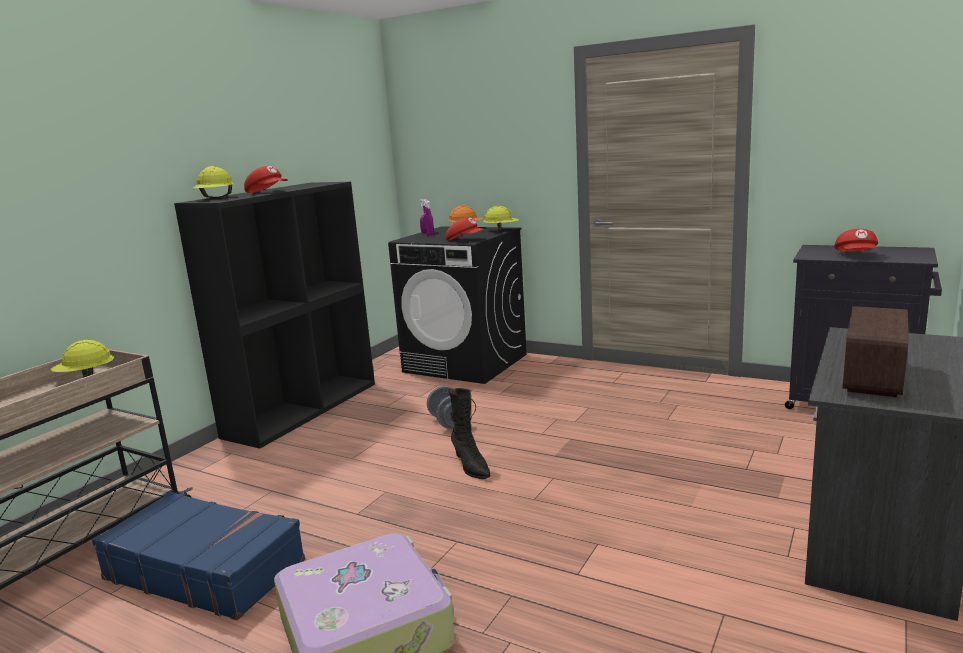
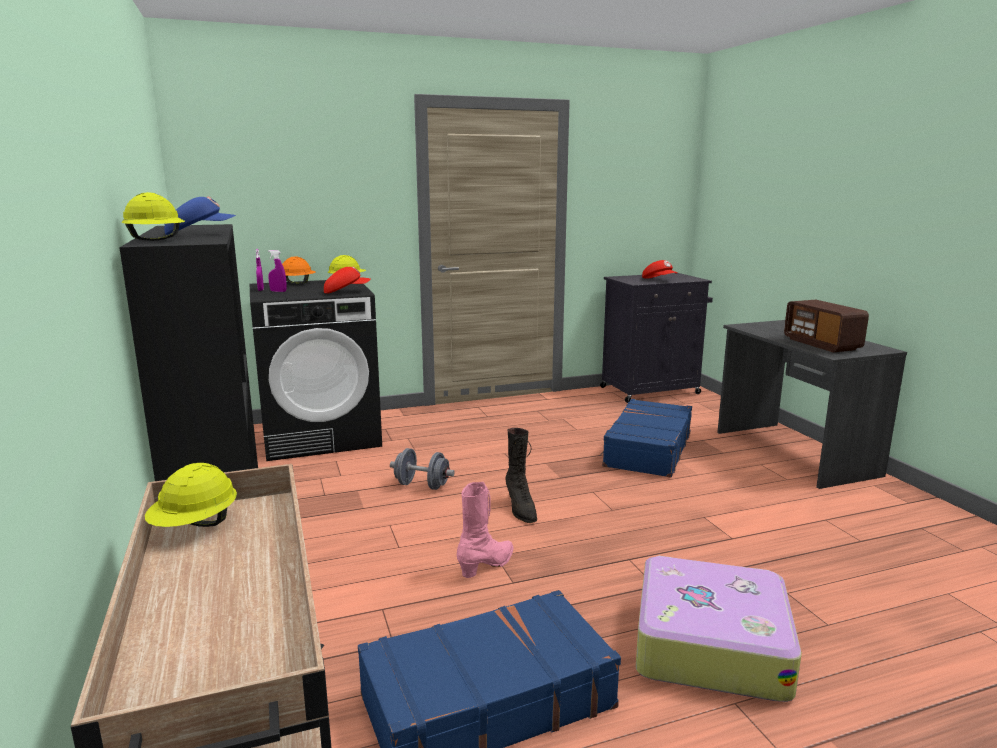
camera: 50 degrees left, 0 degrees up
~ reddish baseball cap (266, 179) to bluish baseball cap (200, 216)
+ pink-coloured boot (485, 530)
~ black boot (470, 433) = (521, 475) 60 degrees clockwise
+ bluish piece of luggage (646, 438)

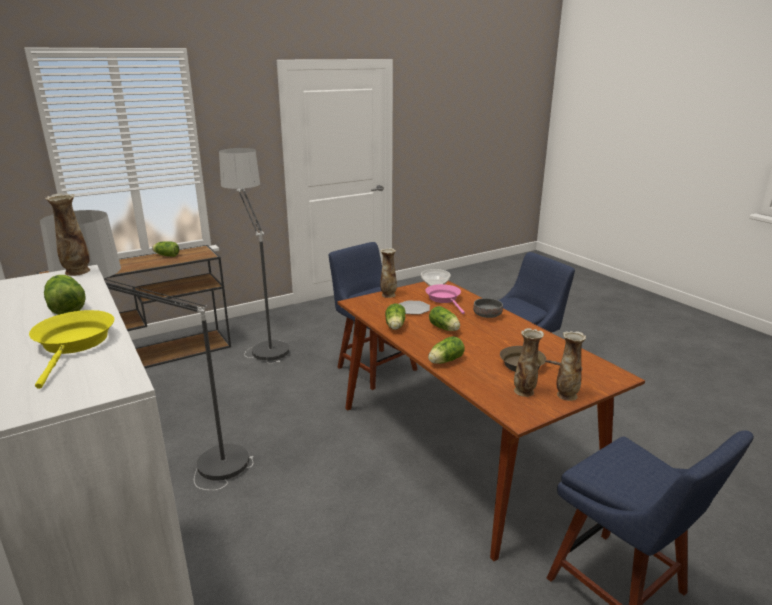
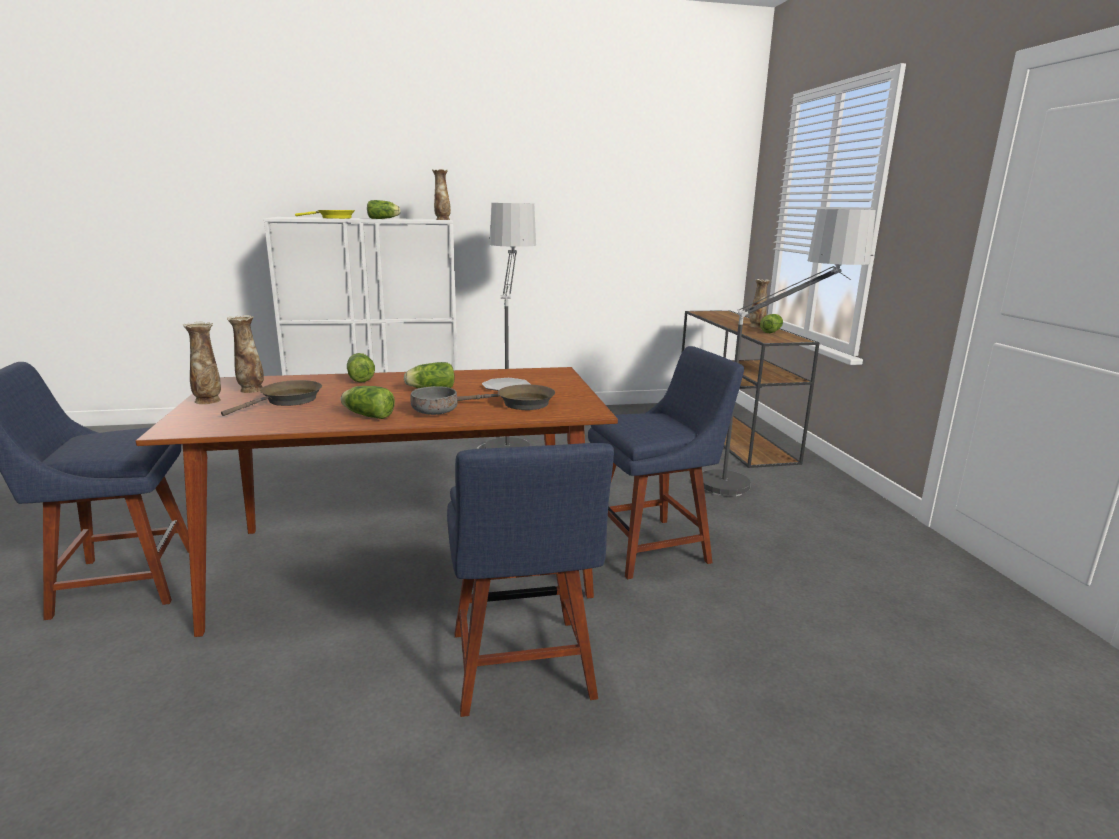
camera: 110 degrees right, 5 degrees down
~ head of lettuce (395, 317) to (367, 402)
~ pink-coloured skillet (445, 299) to brownish skillet (506, 397)
~ decorative vase (388, 273) to (759, 303)
- bowl (435, 277)

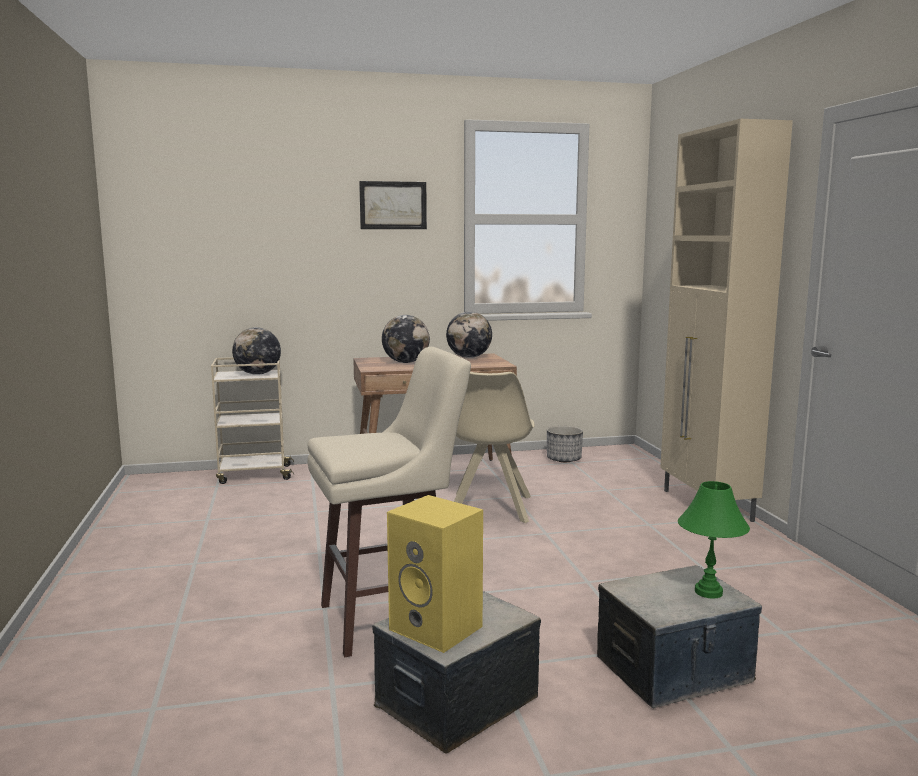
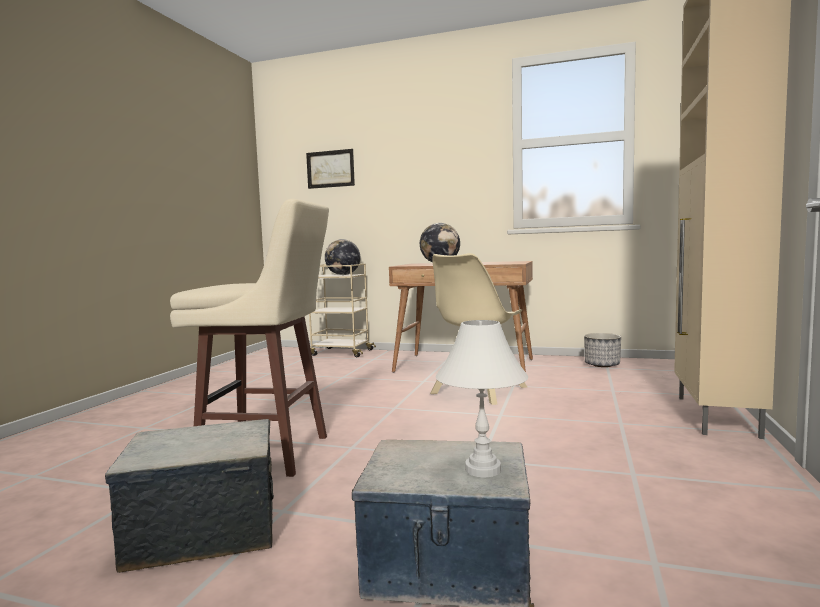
camera: 30 degrees right, 5 degrees down
~ picture (393, 205) to (330, 169)
~ green-coloured lamp for a table (714, 540) to white lamp for a table (482, 398)
- yellowish audio speaker (435, 574)
- desk globe (469, 335)

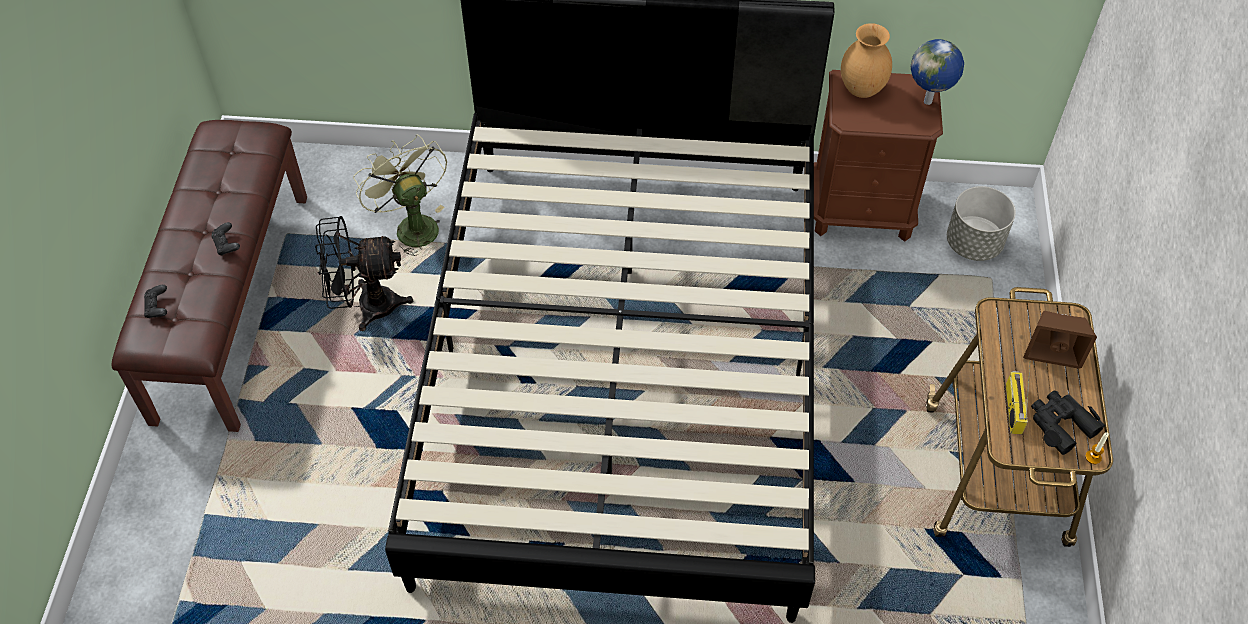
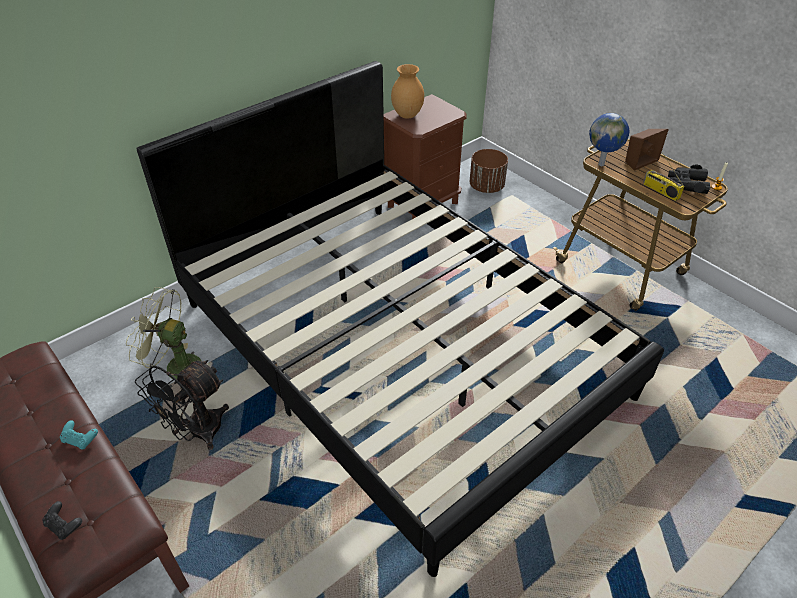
camera: 45 degrees left, 10 degrees down
~ black game controller (226, 239) to turquoise-coloured game controller (79, 434)
~ grey flower pot (981, 223) to brownish flower pot (489, 171)
~ desk globe (937, 72) to (609, 139)

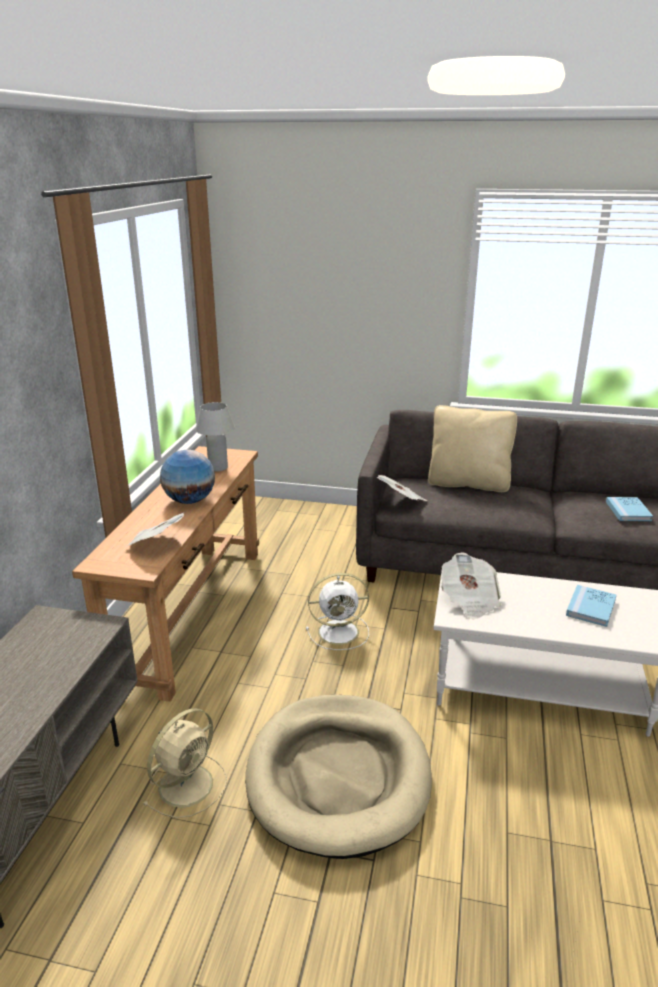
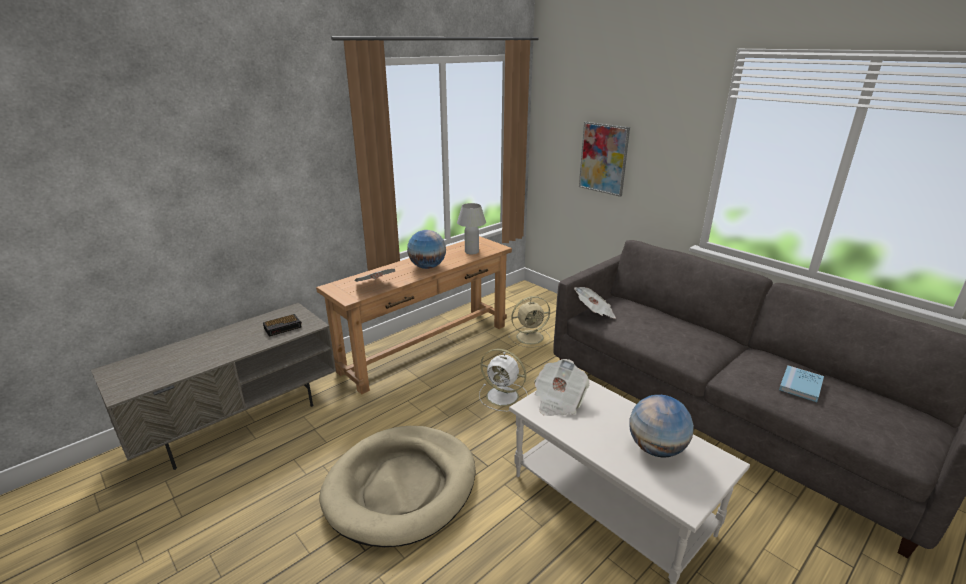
camera: 35 degrees right, 0 degrees up
+ table clock (282, 325)
~ beige electric fan (185, 763) to (529, 321)
+ picture (604, 159)
~ bluish volume (591, 606) to desk globe (661, 426)
- beige pillow (472, 448)

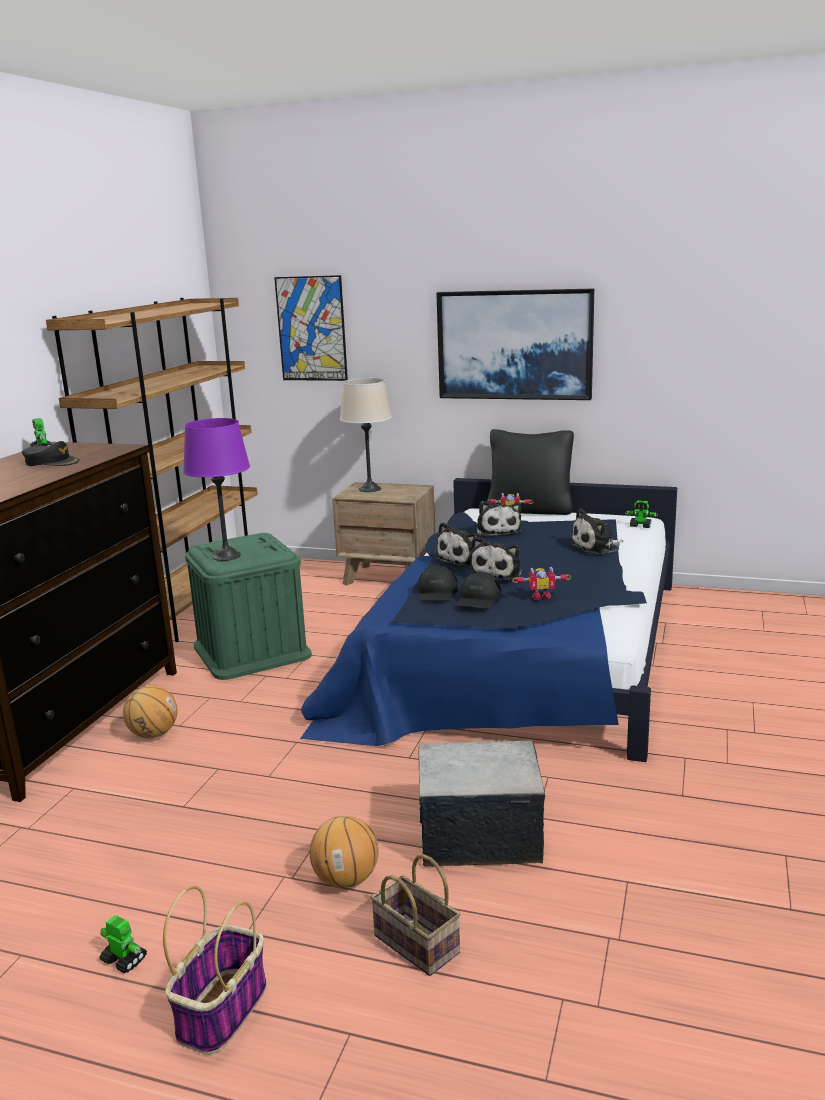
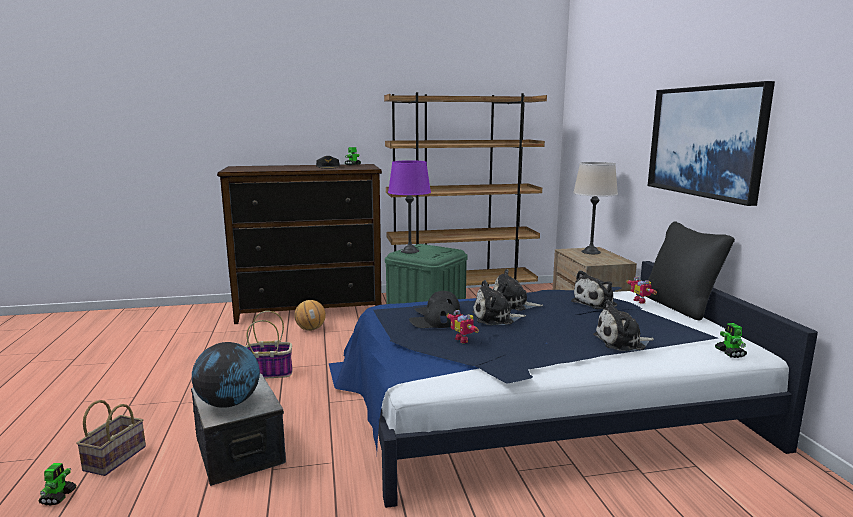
camera: 60 degrees right, 5 degrees down
~ toy robot (123, 944) to (57, 484)
+ desk globe (226, 375)
~ storage basket (215, 970) to (269, 345)
~ soft toy (596, 531) = (623, 325) 45 degrees counterclockwise
- picture (311, 328)
- basketball (344, 852)

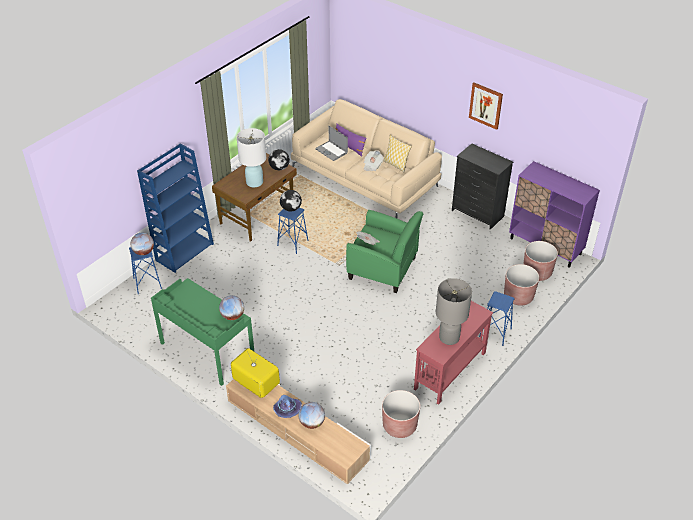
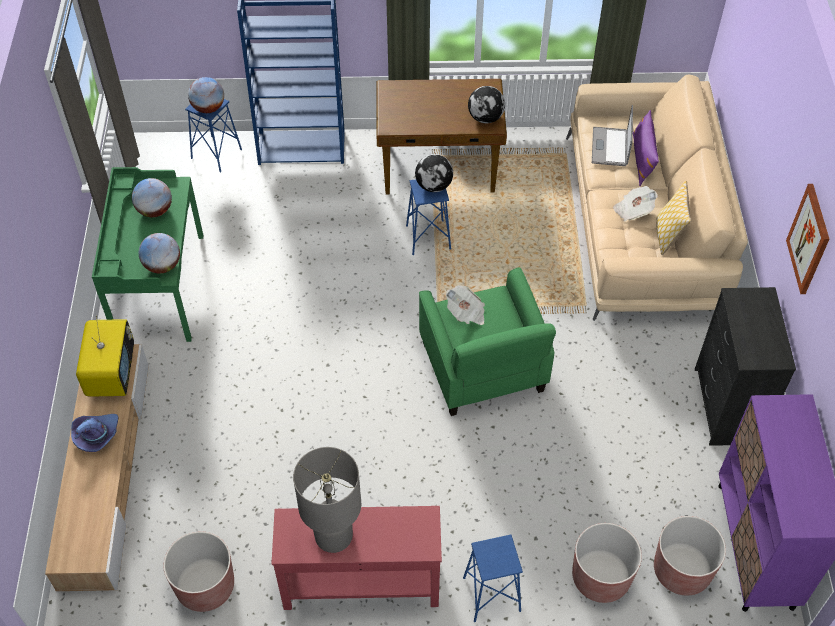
camera: 50 degrees right, 10 degrees up
~ desk globe (311, 415) to (152, 197)
- white lamp for a table (251, 157)

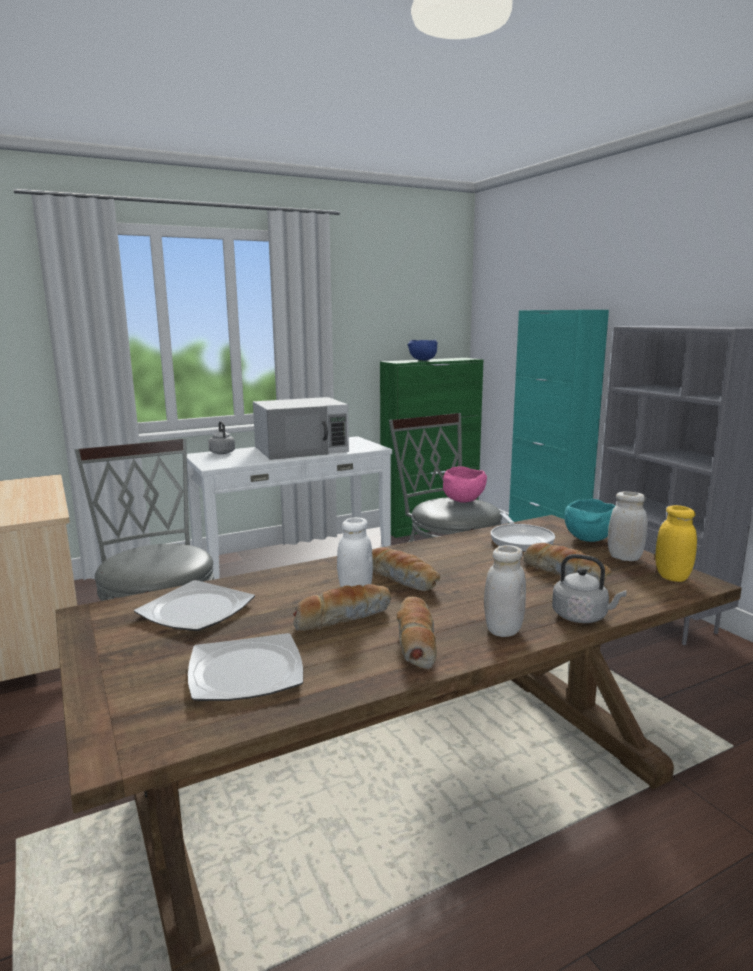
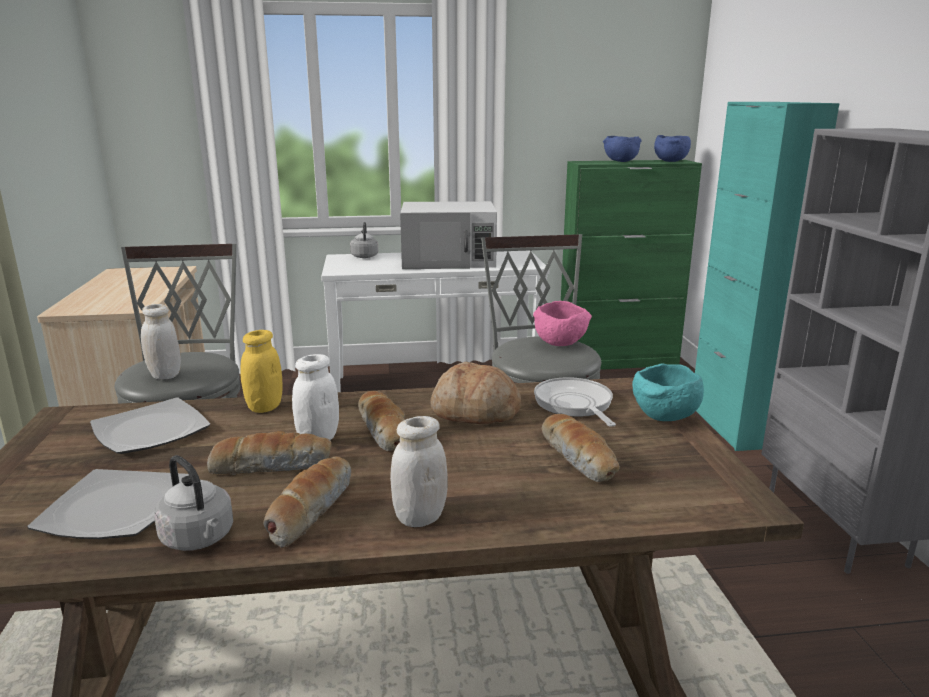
camera: 20 degrees right, 5 degrees up
~ white storage jar (628, 526) to (161, 342)
~ grey kettle (589, 588) to (193, 503)
~ yellowish storage jar (676, 543) to (261, 371)
+ bakery bread (476, 392)
~ skillet (523, 532) = (575, 402) 150 degrees clockwise
+ bluish bowl (672, 148)

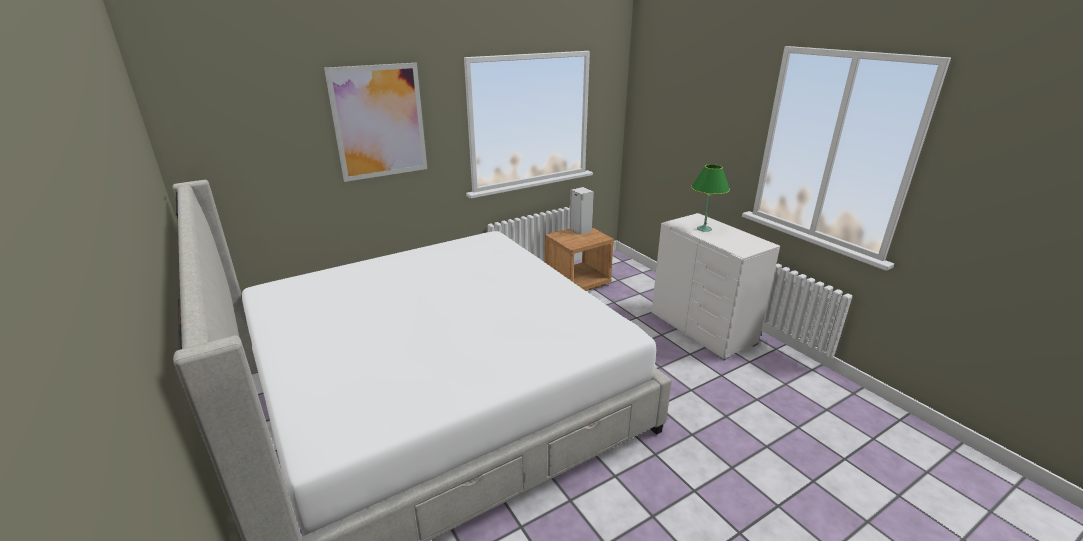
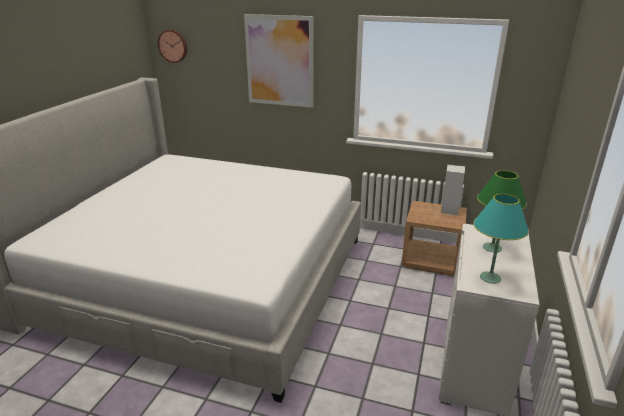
camera: 50 degrees right, 0 degrees up
+ hanging clock (172, 46)
+ turquoise-coloured lamp for a table (501, 239)

